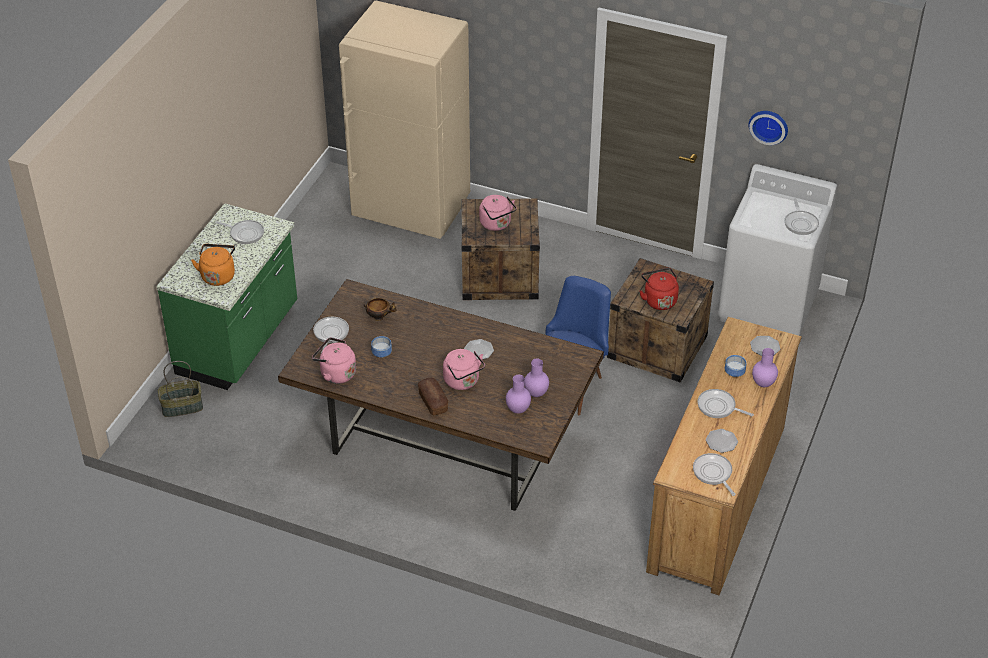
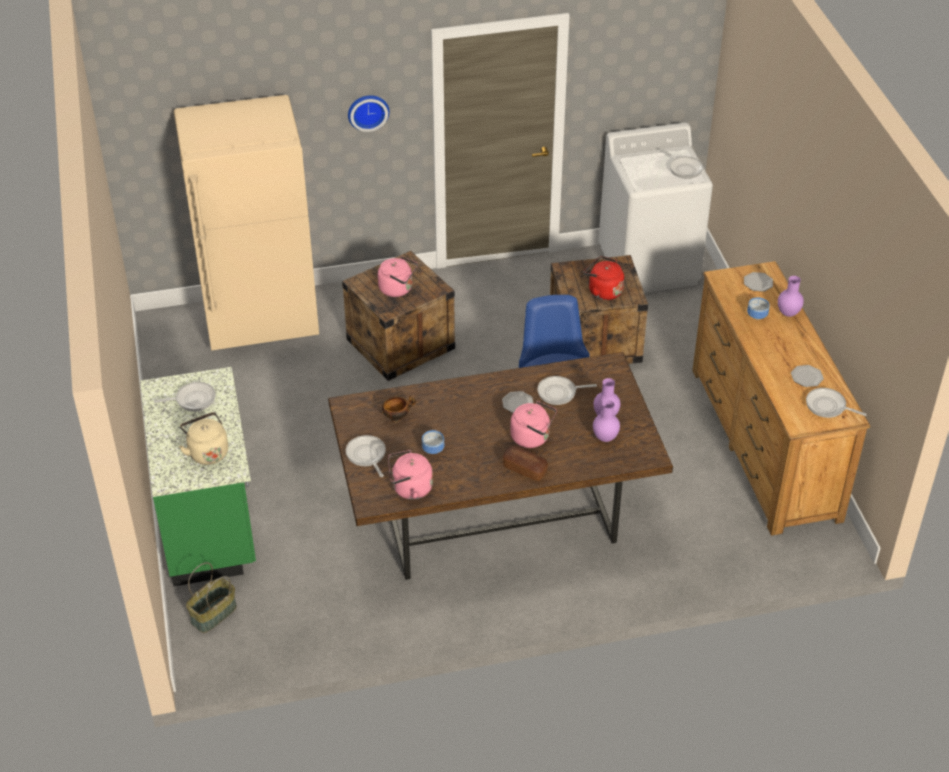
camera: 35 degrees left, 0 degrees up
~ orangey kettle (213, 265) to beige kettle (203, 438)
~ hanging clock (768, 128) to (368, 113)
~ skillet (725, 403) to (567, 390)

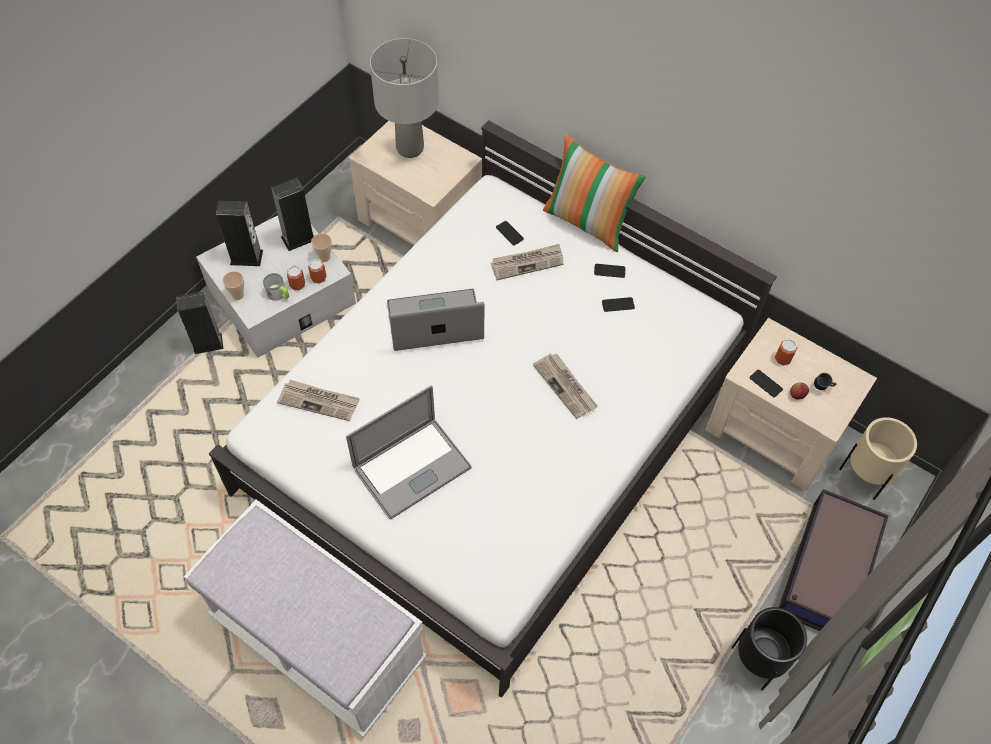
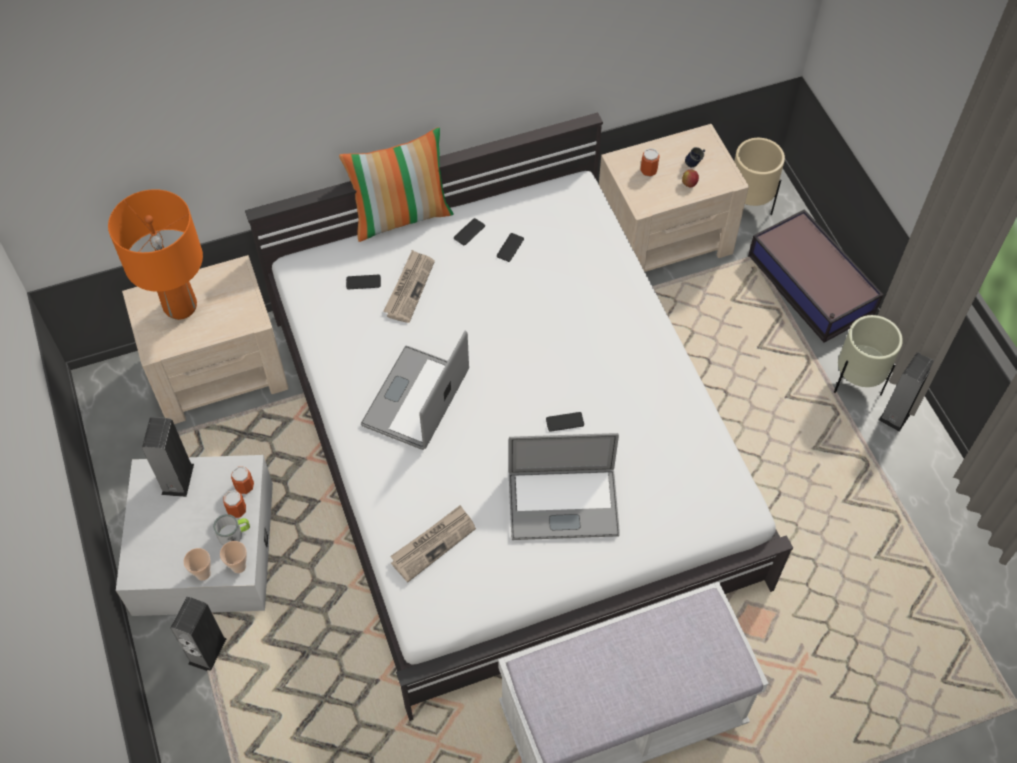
camera: 55 degrees left, 0 degrees up
~ grey lamp for a table (404, 98) to orangey lamp for a table (155, 254)
~ cup (321, 247) to (233, 557)
~ laptop (409, 453) = (564, 486) 90 degrees clockwise
~ telephone (766, 383) to (565, 422)
~ black flower pot (769, 649) to beige flower pot (868, 355)
~ audio speaker (239, 233) to (906, 391)
- newspaper (565, 386)

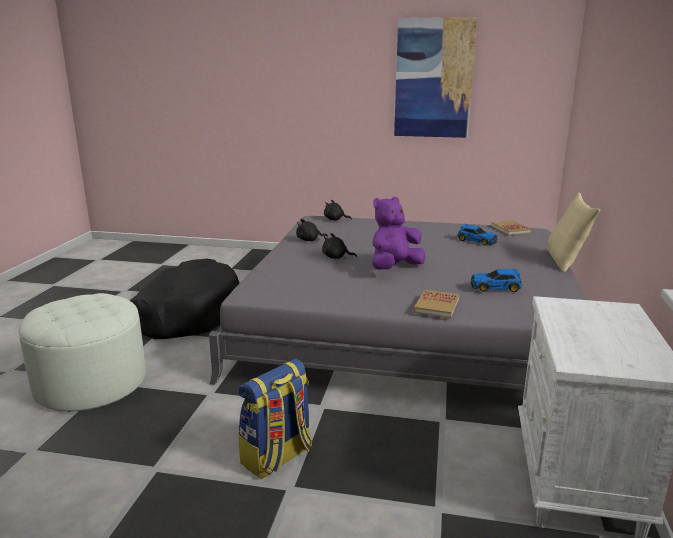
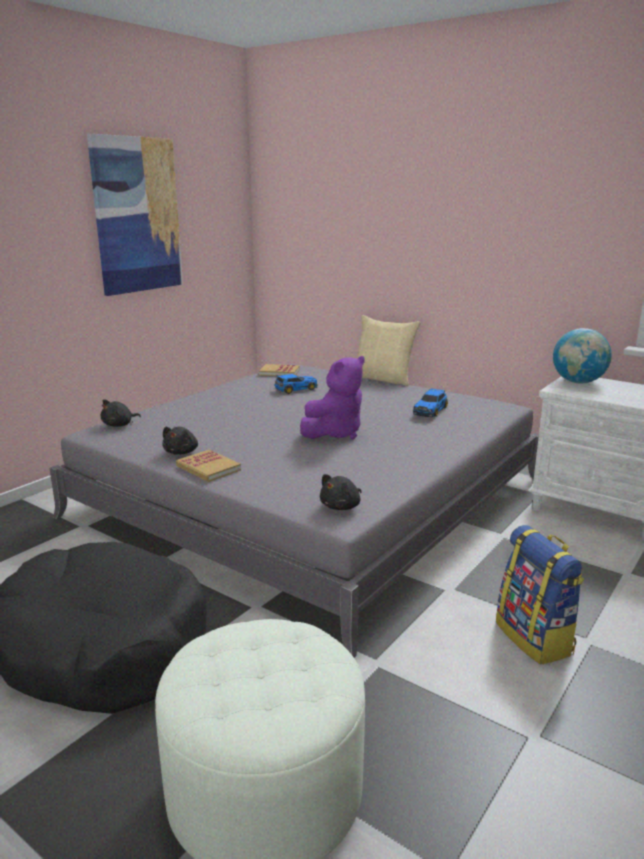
camera: 65 degrees left, 0 degrees up
~ volume (436, 304) to (208, 466)
~ purple soft toy (398, 233) = (332, 397) 120 degrees counterclockwise
~ black soft toy (339, 246) to (341, 492)
+ desk globe (582, 355)

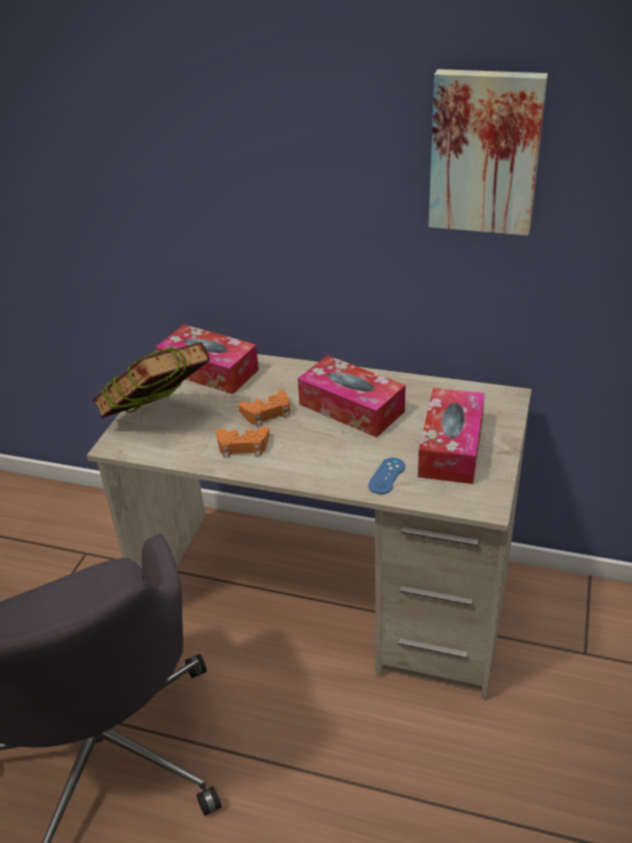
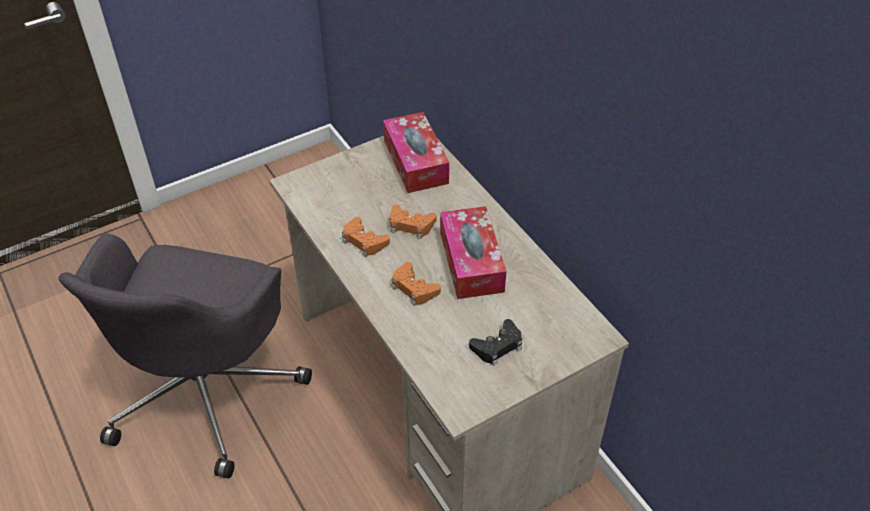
camera: 40 degrees right, 10 degrees up
+ orangey game controller (416, 284)
~ box of tissues (451, 436) to black game controller (495, 342)
- volume (151, 380)
- bluish game controller (386, 476)
- picture (488, 152)

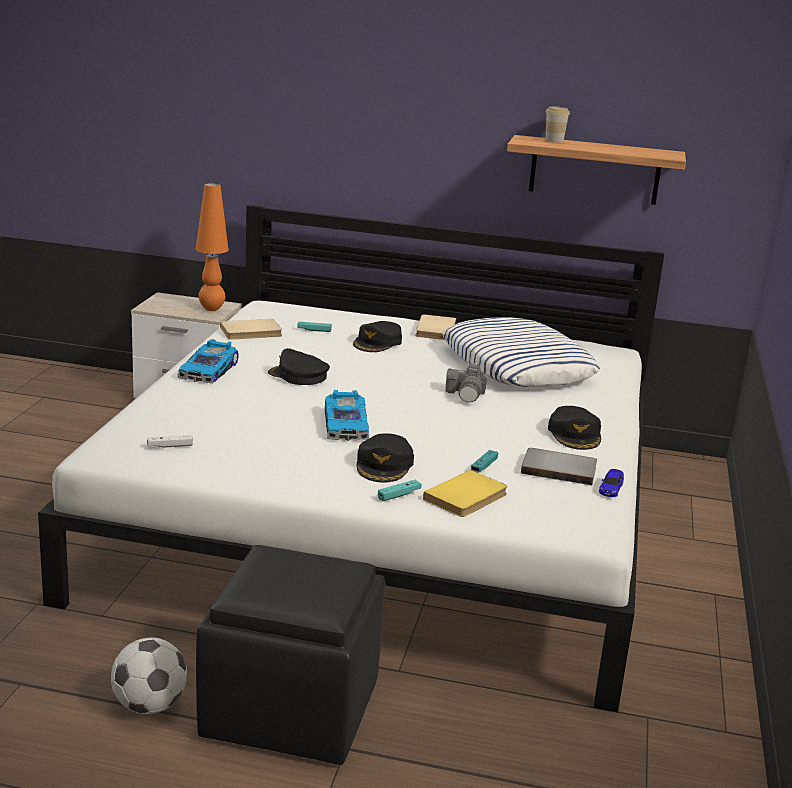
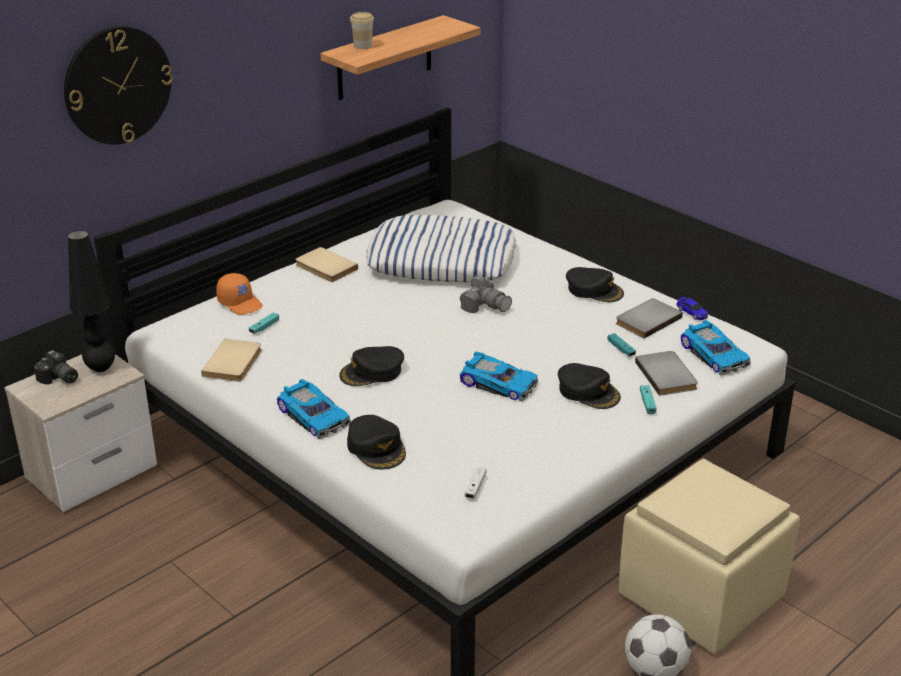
camera: 55 degrees left, 10 degrees up
+ photo camera (56, 367)
+ hanging clock (118, 85)
~ orangey lamp for a table (212, 247) to black lamp for a table (91, 301)
+ orangey baseball cap (239, 294)
~ black baseball cap (377, 336) to (376, 442)
~ black pouffe (290, 655) to beige pouffe (709, 556)
~ yellowish volume (465, 493) to grey volume (666, 373)
+ miniature car (716, 347)

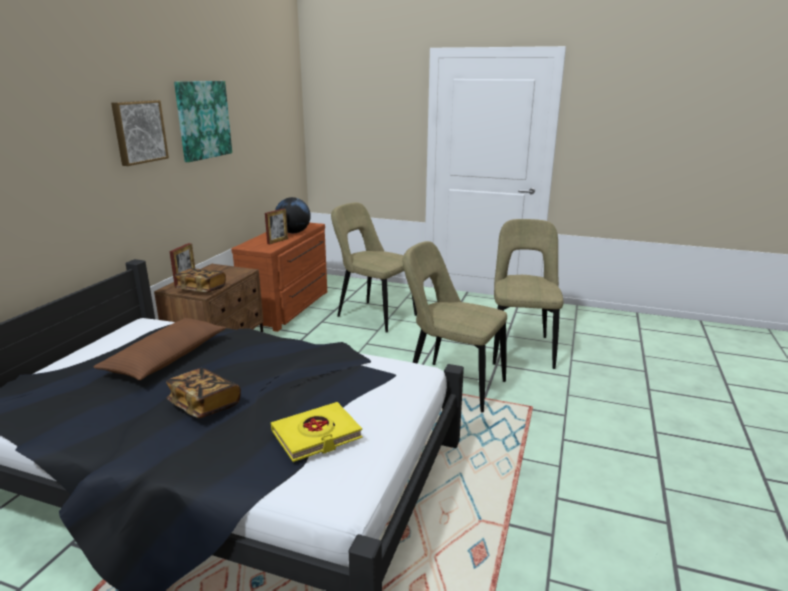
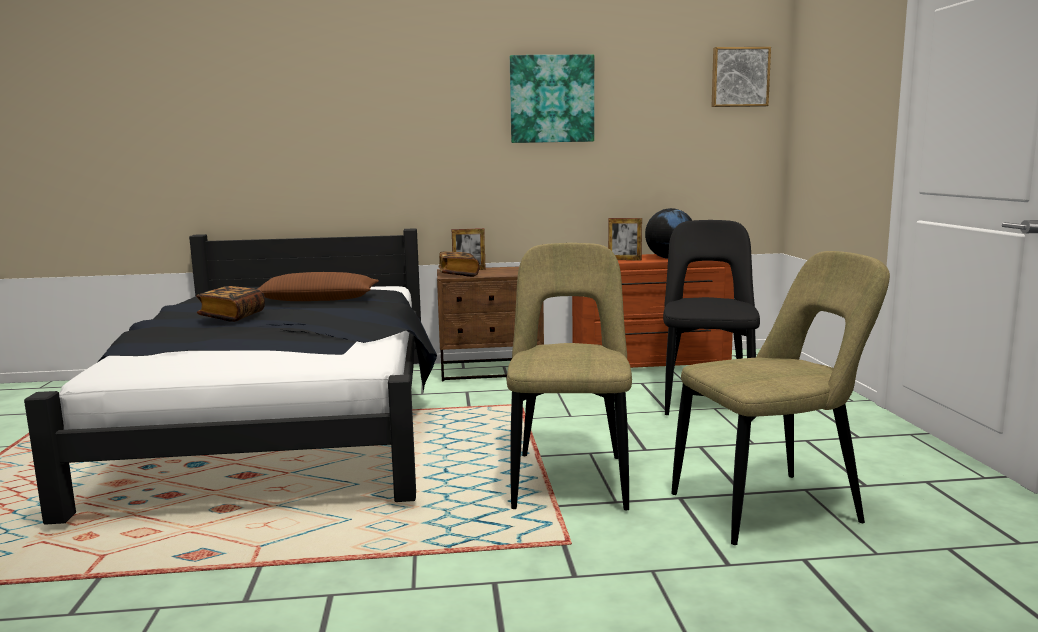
camera: 65 degrees right, 10 degrees down
~ beige upright chair (374, 267) to black upright chair (711, 317)
~ picture (140, 133) to (741, 77)
- yellowish volume (317, 432)

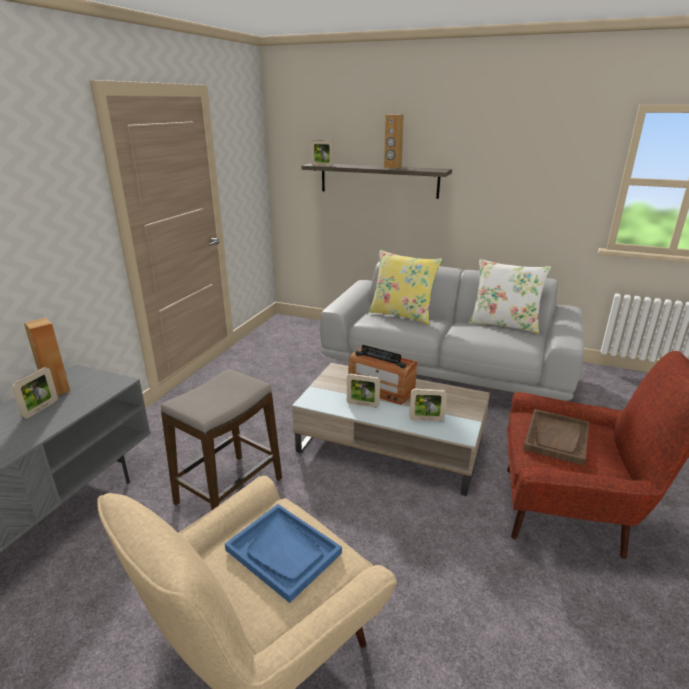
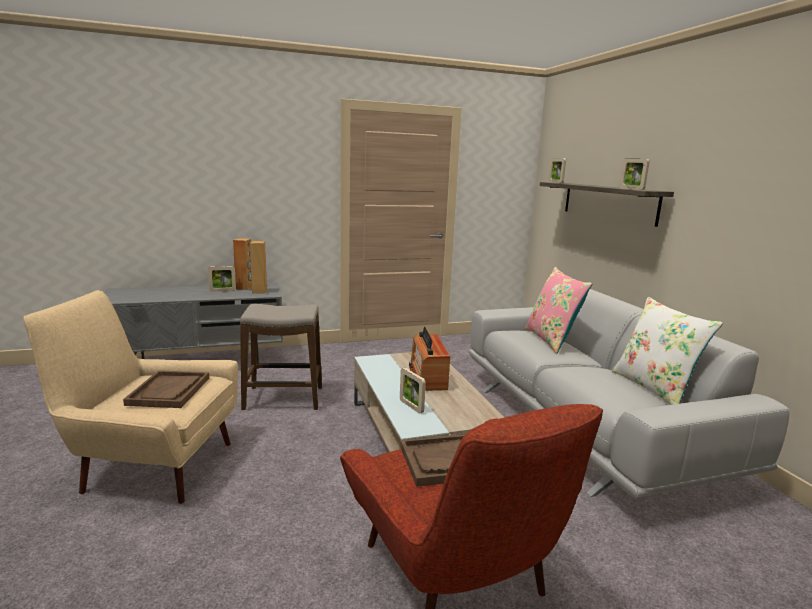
camera: 50 degrees right, 10 degrees down
~ bluish carrying tray (283, 553) to brownish carrying tray (166, 389)
~ brownish audio speaker (394, 141) to (258, 267)
~ yellowish pillow (405, 287) to pink-coloured pillow (559, 310)
~ photo frame (363, 390) to (635, 174)

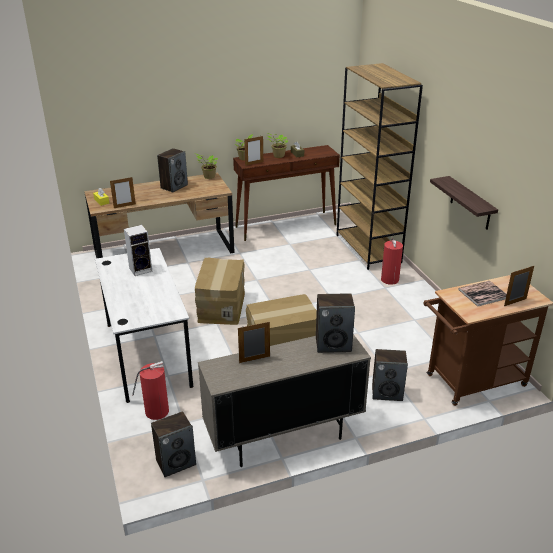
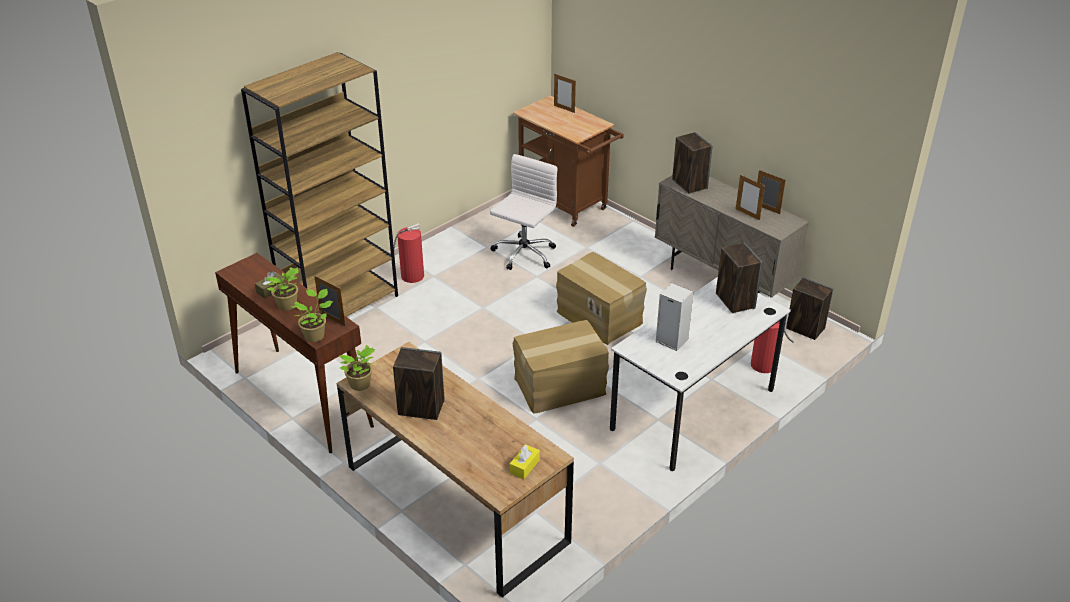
camera: 115 degrees left, 5 degrees up
+ white desk chair (523, 212)
~ audio speaker (390, 375) to (739, 277)
~ photo frame (123, 192) to (771, 192)
- wall shelf (464, 203)
- volume (482, 294)

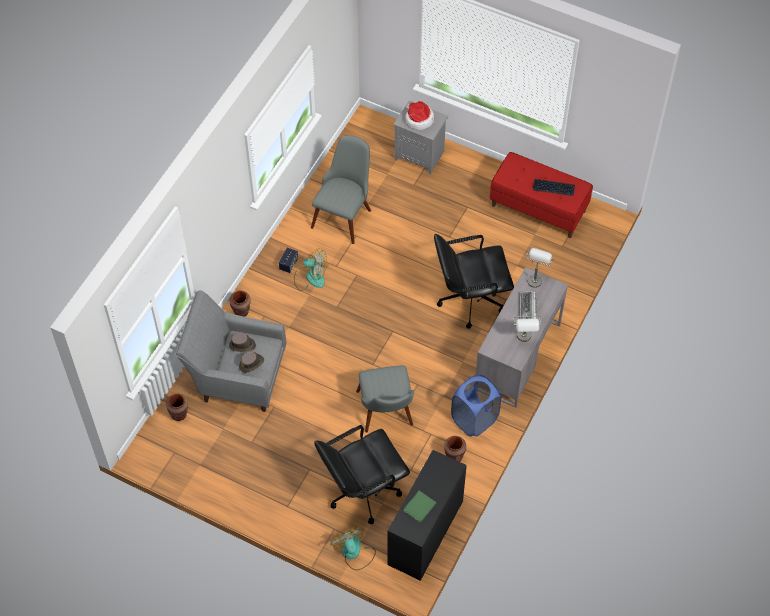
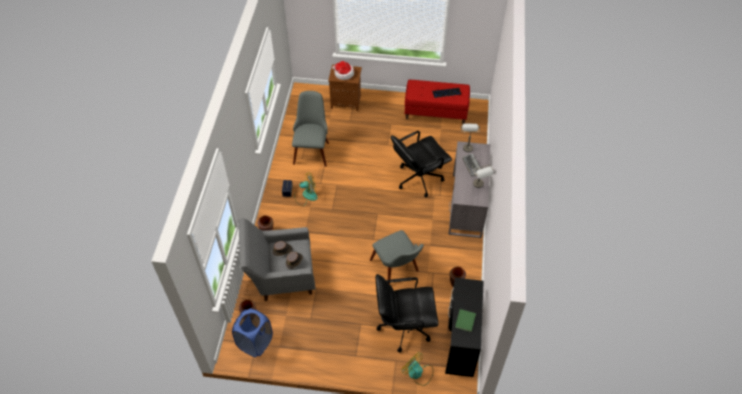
camera: 20 degrees left, 5 degrees down
~ bluish hamper (476, 406) to (252, 332)
~ grey nightstand (421, 137) to brownish nightstand (345, 88)
~ black desk chair (362, 474) = (407, 313) 45 degrees clockwise

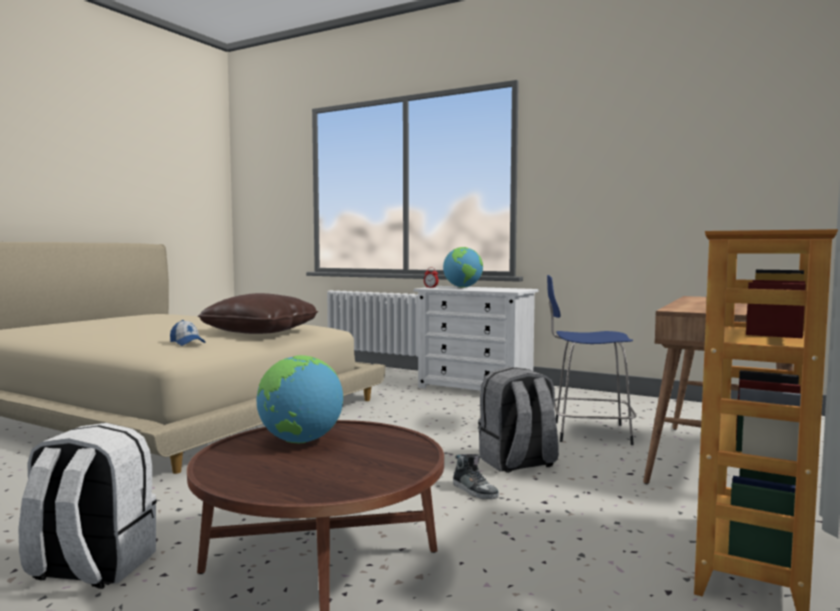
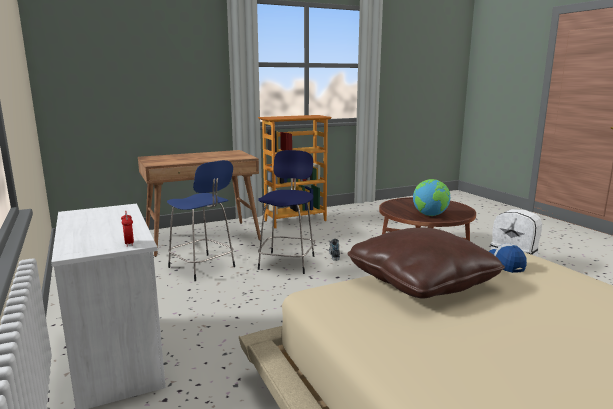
camera: 145 degrees left, 10 degrees up
~ grey knapsack (518, 420) to bluish sitting stool (286, 212)
- desk globe (463, 267)

